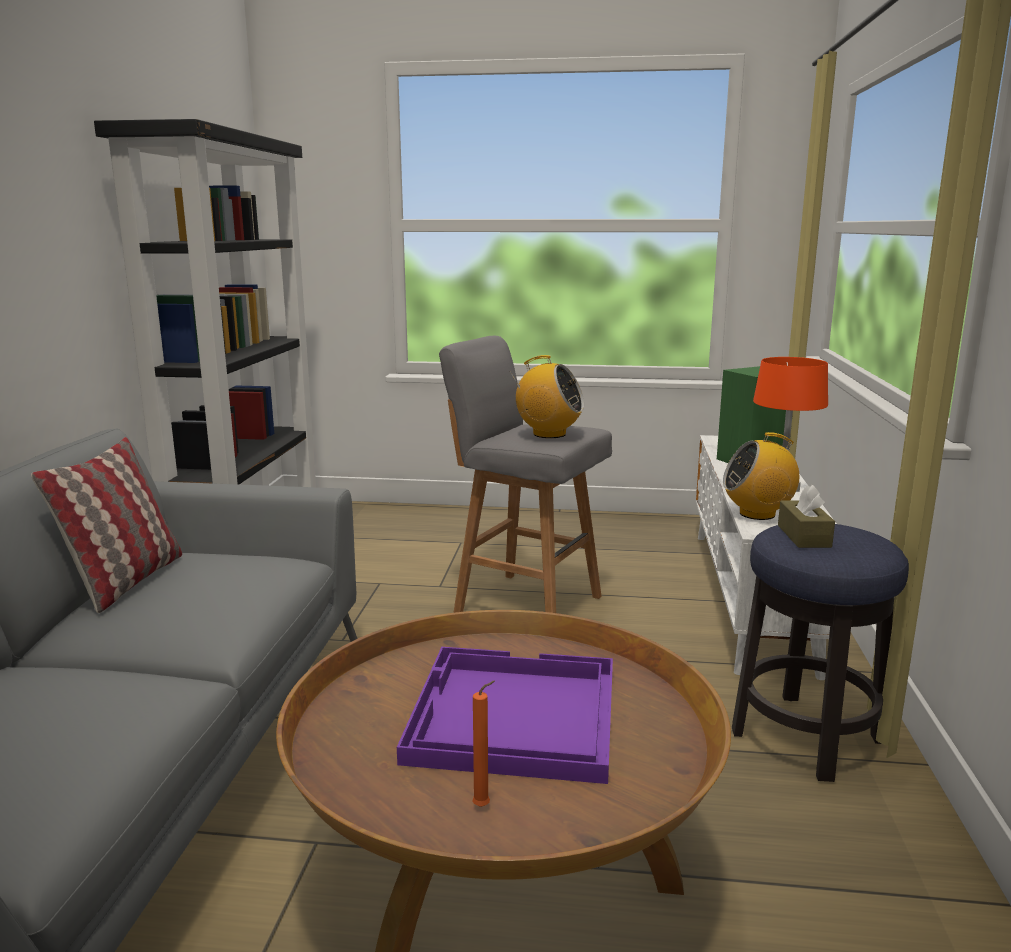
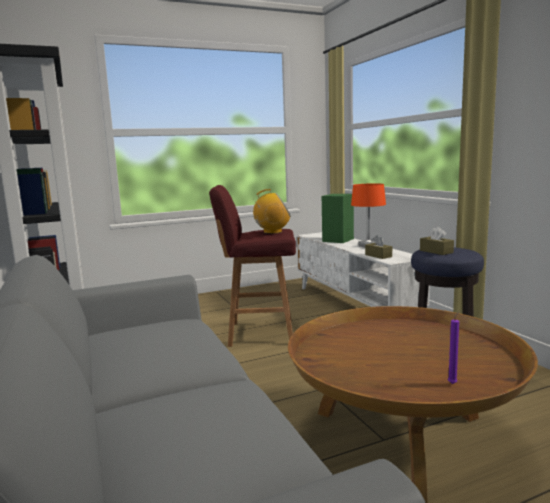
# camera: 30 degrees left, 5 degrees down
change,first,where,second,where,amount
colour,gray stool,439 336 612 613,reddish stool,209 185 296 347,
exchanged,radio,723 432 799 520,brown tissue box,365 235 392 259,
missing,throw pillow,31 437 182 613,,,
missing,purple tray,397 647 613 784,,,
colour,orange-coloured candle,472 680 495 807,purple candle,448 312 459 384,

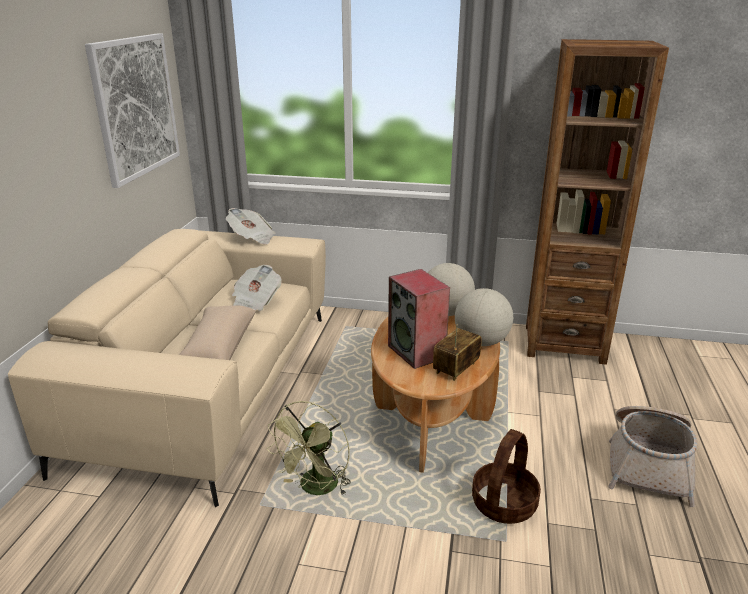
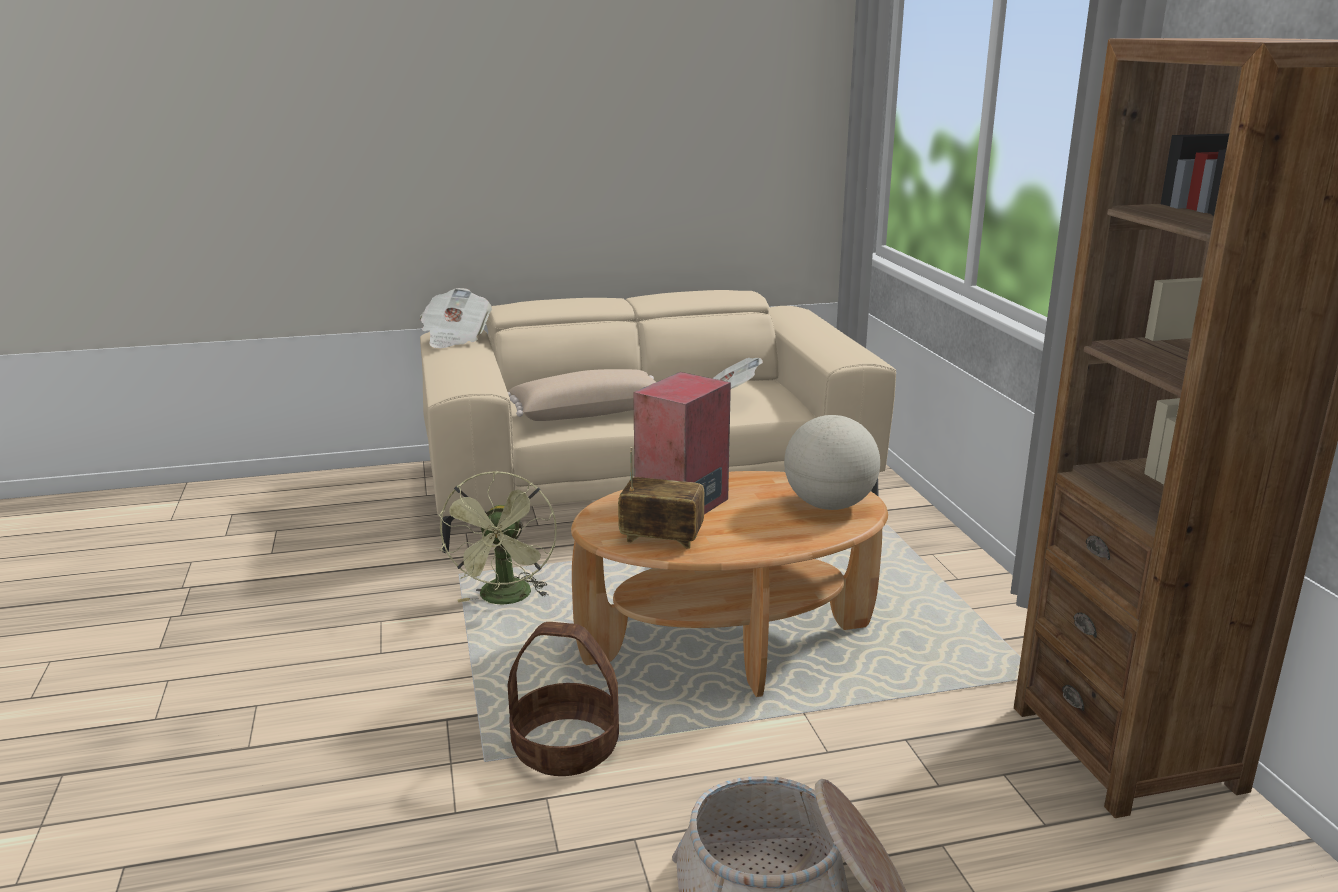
# camera: 65 degrees right, 5 degrees down
change,first,where,second,where,amount
missing,wall art,85 33 180 188,,,
relocated,daily paper,226 208 276 245,,420 288 492 348,
missing,globe,455 288 513 346,,,
spun,greenish fan,267 401 351 496,,438 471 557 604,90 degrees counterclockwise

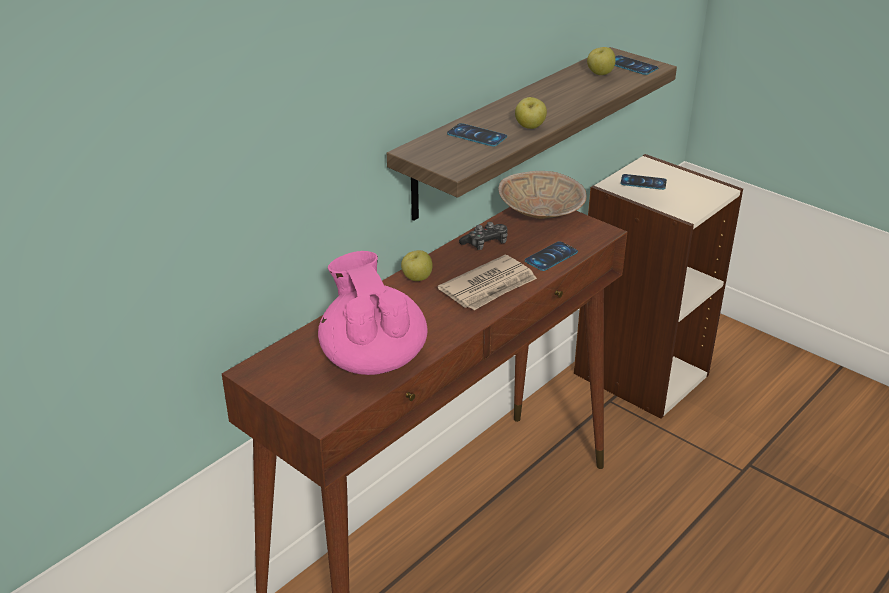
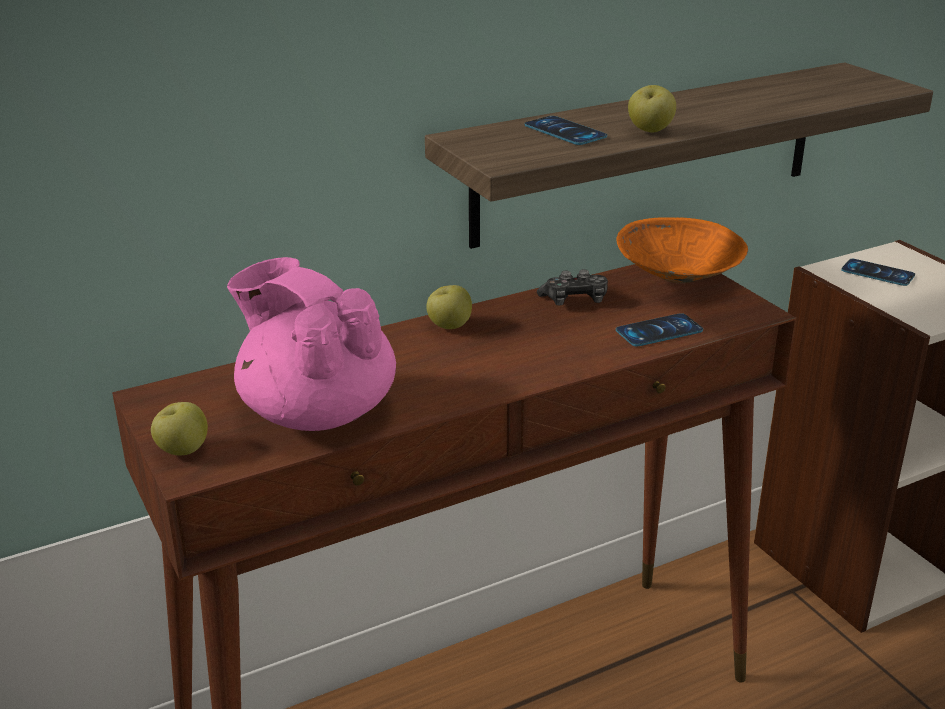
# camera: 20 degrees right, 5 degrees down
change,first,where,second,where,amount
relocated,apple,587 47 616 75,,151 402 208 455,
missing,phone,615 55 658 75,,,
colour,beige serving bowl,498 171 587 219,orange-coloured serving bowl,616 217 748 283,
spun,pink-coloured tea pot,318 251 428 375,,227 257 396 431,45 degrees counterclockwise
missing,daily paper,438 255 537 310,,,

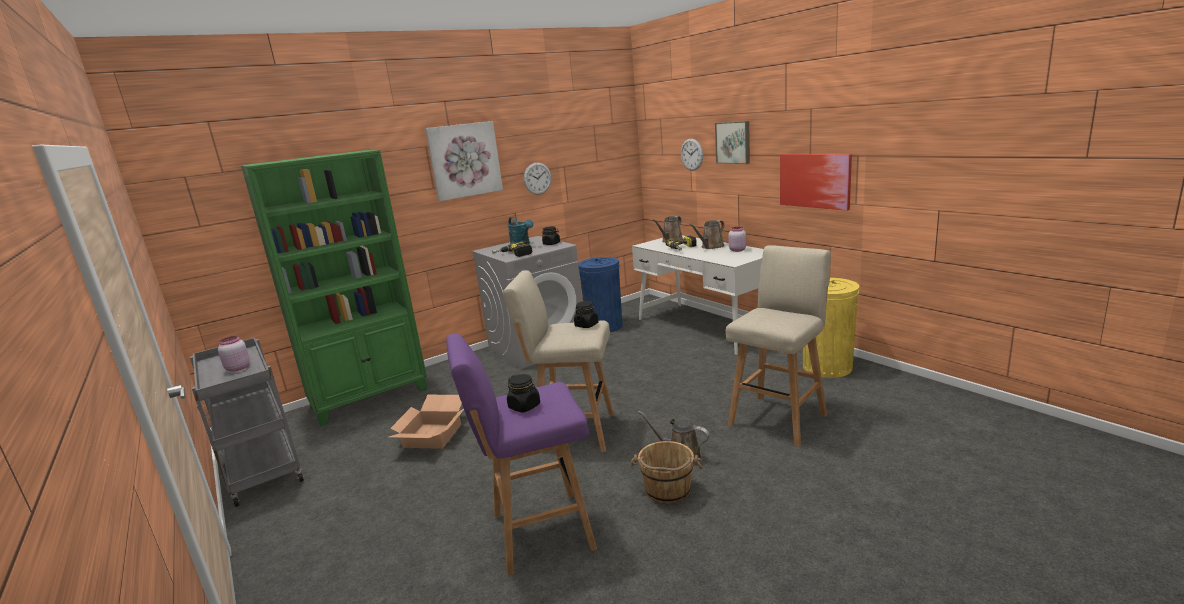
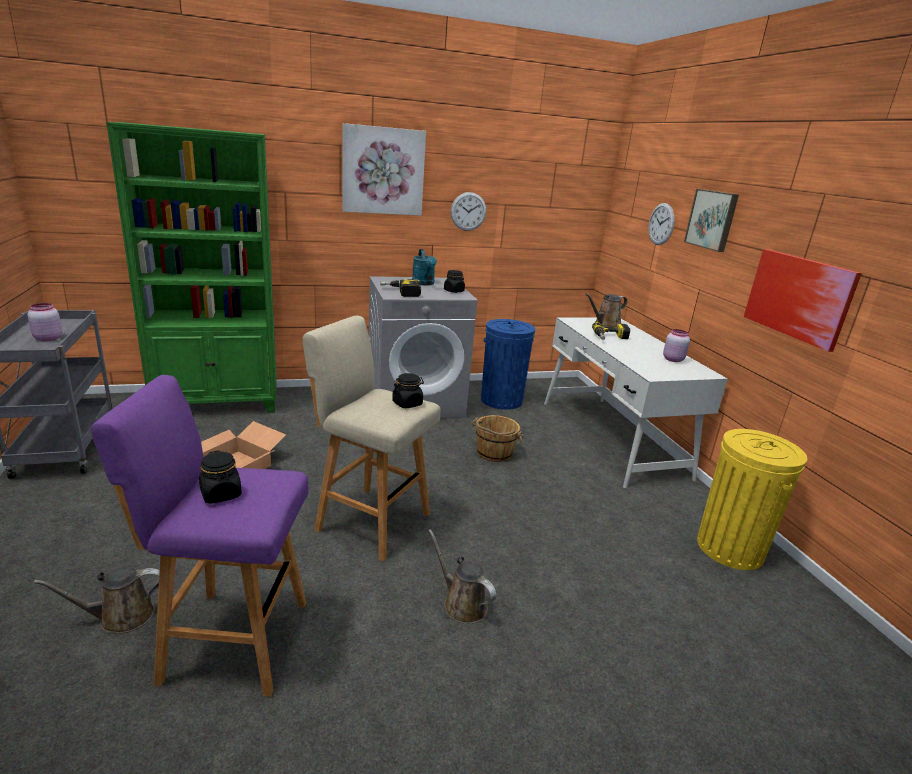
# camera: 15 degrees right, 5 degrees up
change,first,where,second,where,amount
relocated,brown watering can,689 220 725 249,,34 567 160 633,
missing,beige stool,726 245 831 447,,,
relocated,brown bucket,630 441 703 504,,472 415 524 462,

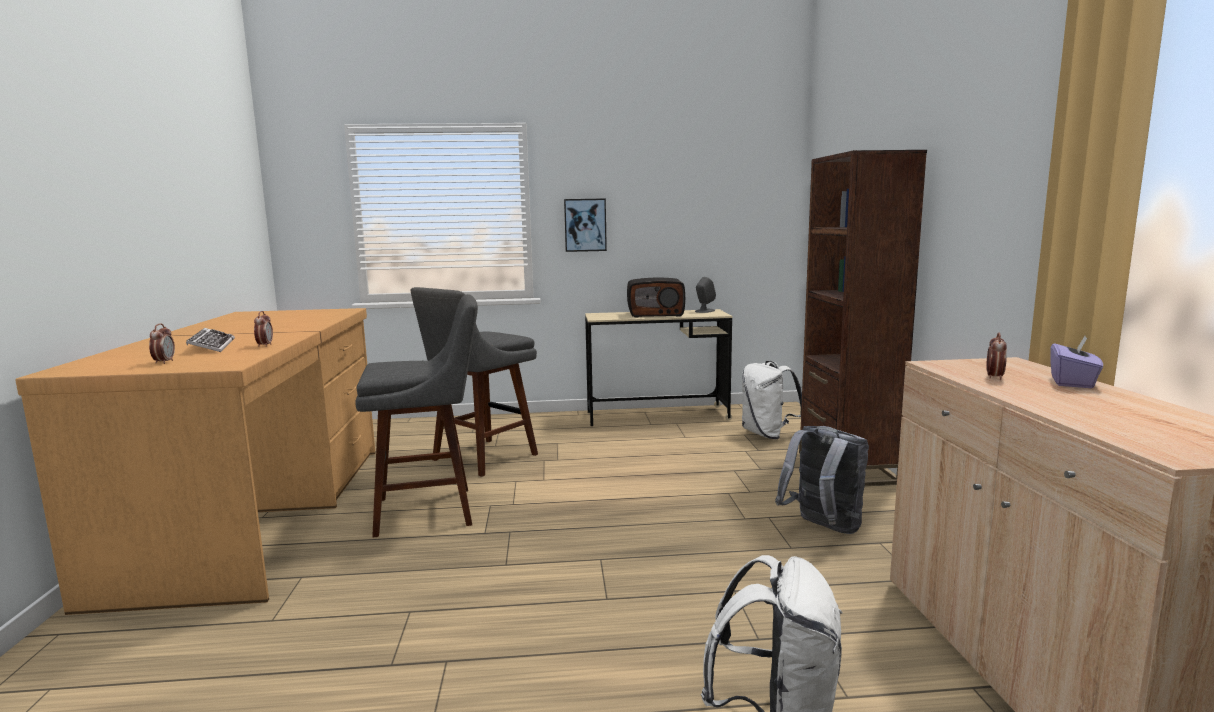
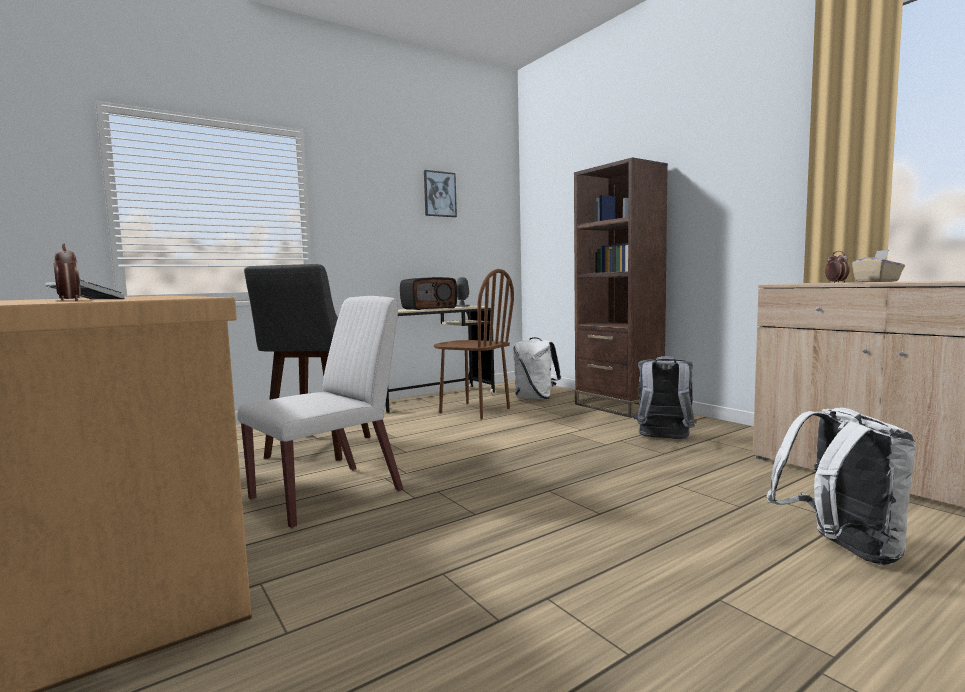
# camera: 30 degrees left, 5 degrees down
change,first,where,second,where,amount
relocated,wall art,564 198 607 252,,424 170 457 217,
exchanged,gray stool,355 294 478 538,white-coloured chair,237 296 403 529,
missing,table clock,254 311 273 347,,,
colour,purple tissue box,1050 334 1103 388,beige tissue box,852 250 905 282,
appeared,,,brown chair,434 269 514 420,

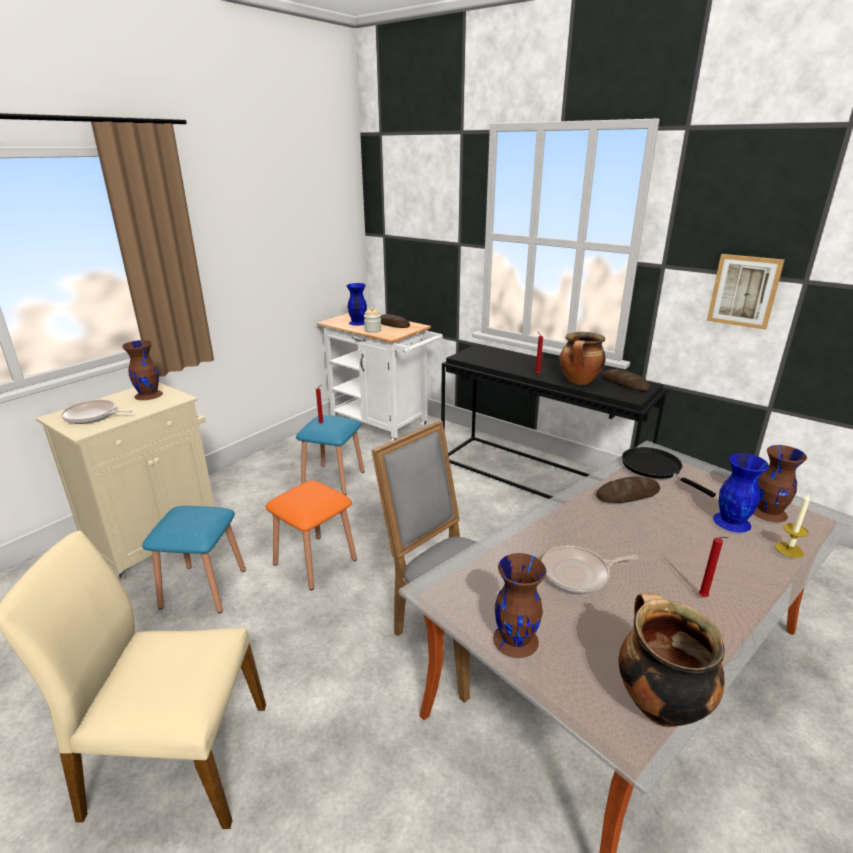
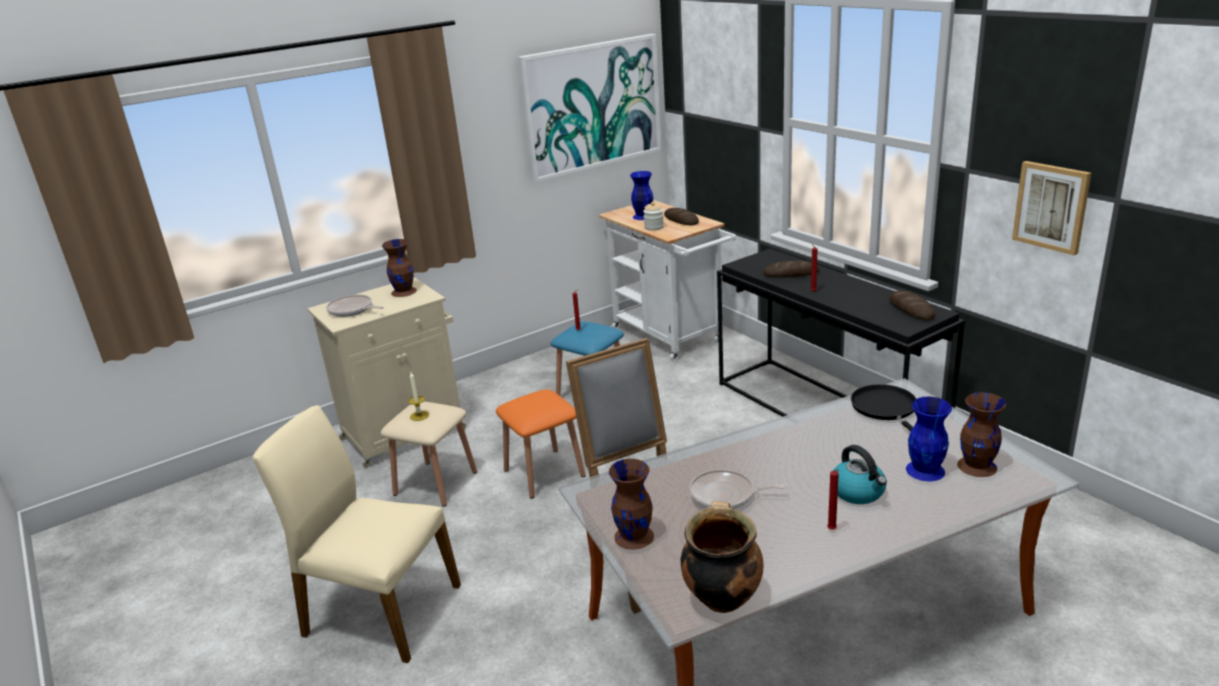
# camera: 20 degrees right, 0 degrees up
change,first,where,second,where,amount
missing,saucepot,559 332 605 385,,,
relocated,bakery bread,596 477 660 503,,763 260 820 278,
relocated,candle,775 493 810 558,,408 372 429 421,
colour,blue-coloured stool,142 506 246 613,beige stool,381 402 477 507,
appeared,,,wall art,517 34 662 182,
appeared,,,water kettle,833 445 887 504,

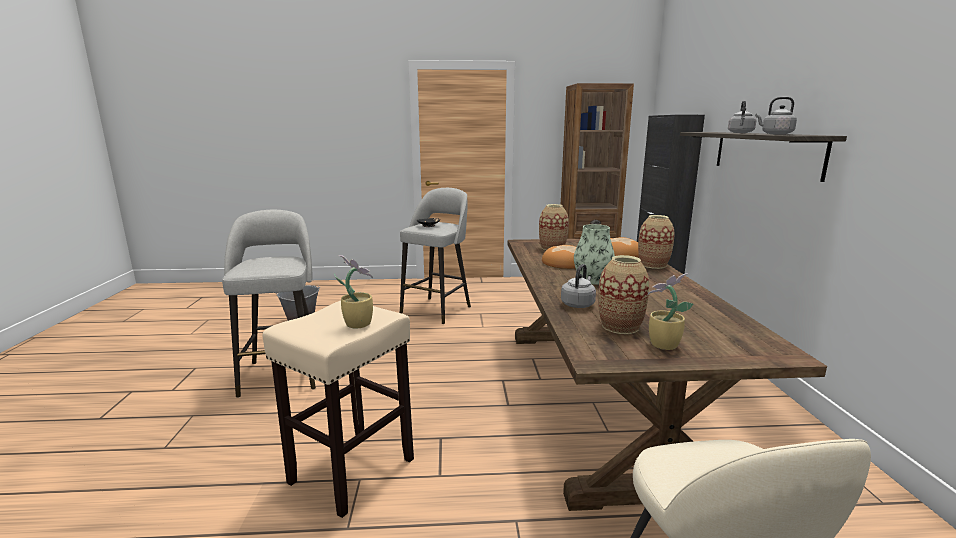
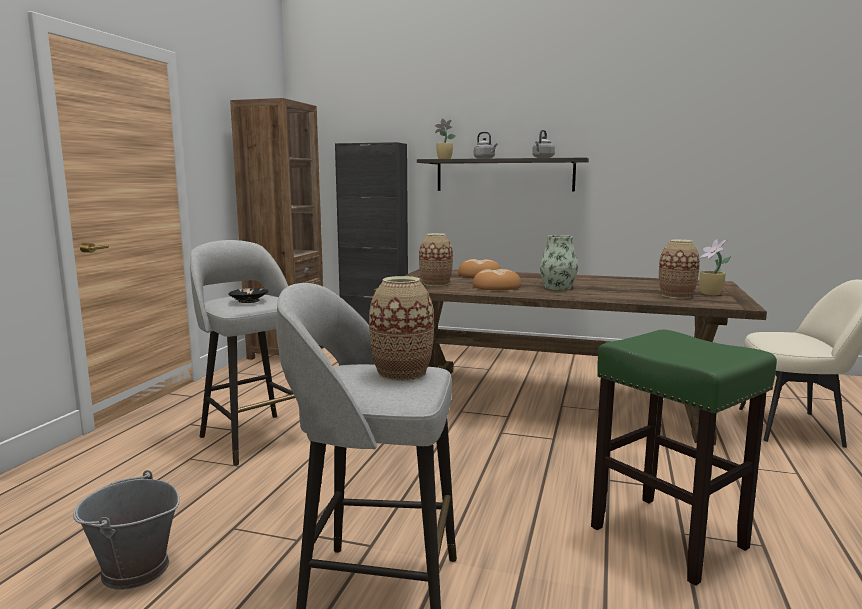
# camera: 70 degrees left, 5 degrees down
change,first,where,second,where,amount
relocated,decorative vase,638 215 675 269,,369 276 434 381,
relocated,houseplant,334 255 373 328,,434 118 456 159,
missing,gray water kettle,561 264 596 308,,,
colour,beige stool,263 300 414 518,greenish stool,591 330 777 586,

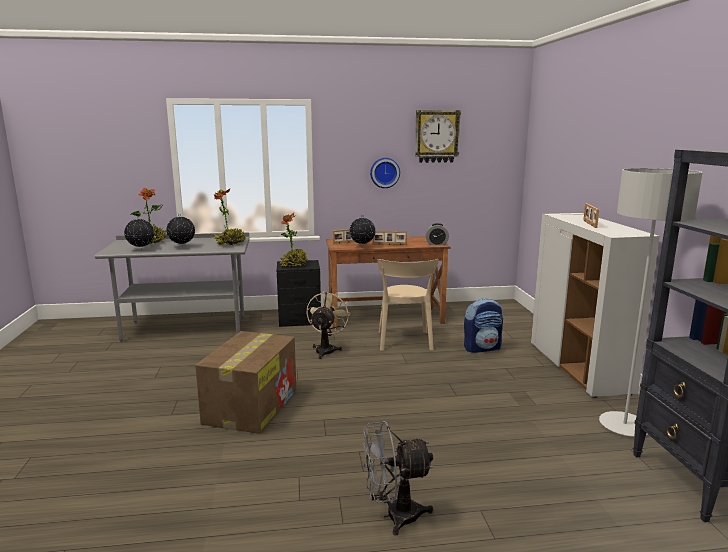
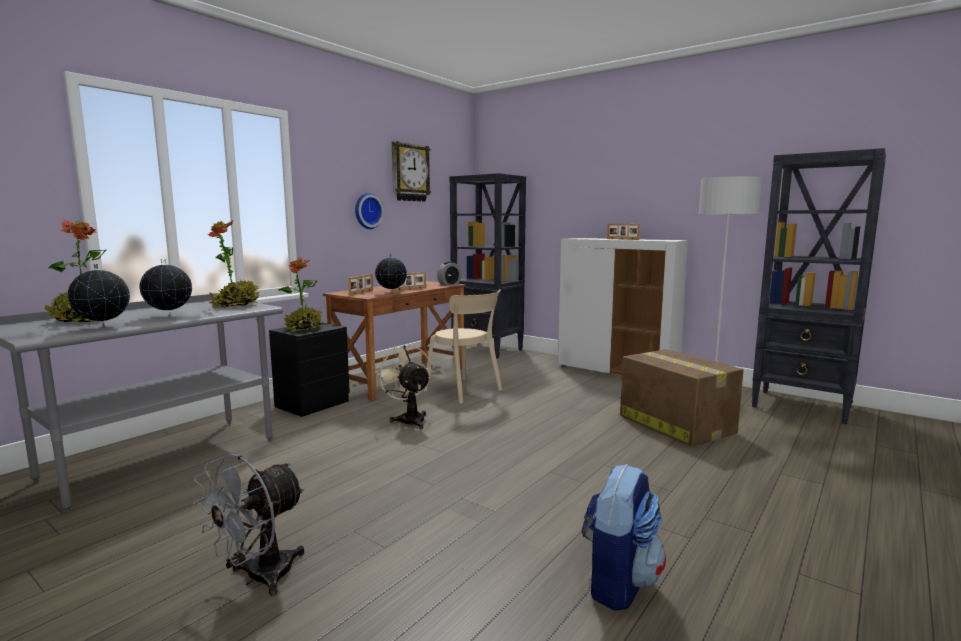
# camera: 45 degrees left, 5 degrees down
change,first,where,second,where,amount
relocated,knapsack,464 298 503 353,,582 464 666 611,
relocated,carton,195 331 297 434,,620 349 744 447,
relocated,gray fan,363 421 433 536,,193 454 305 596,
appeared,,,blackish bookcase,449 173 526 359,

